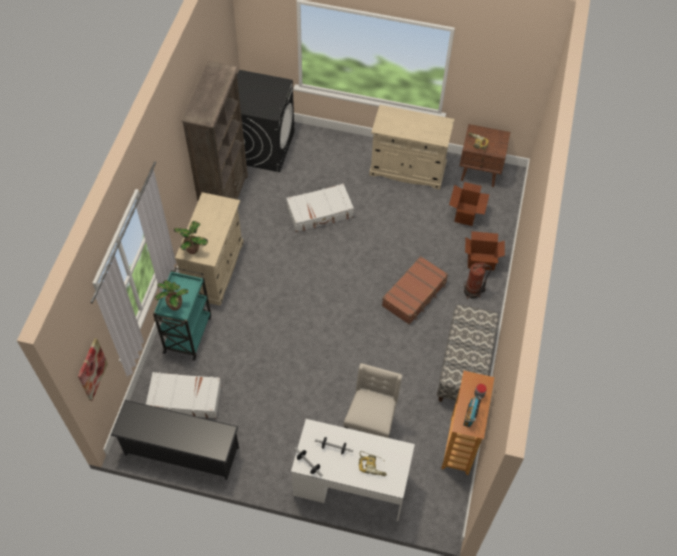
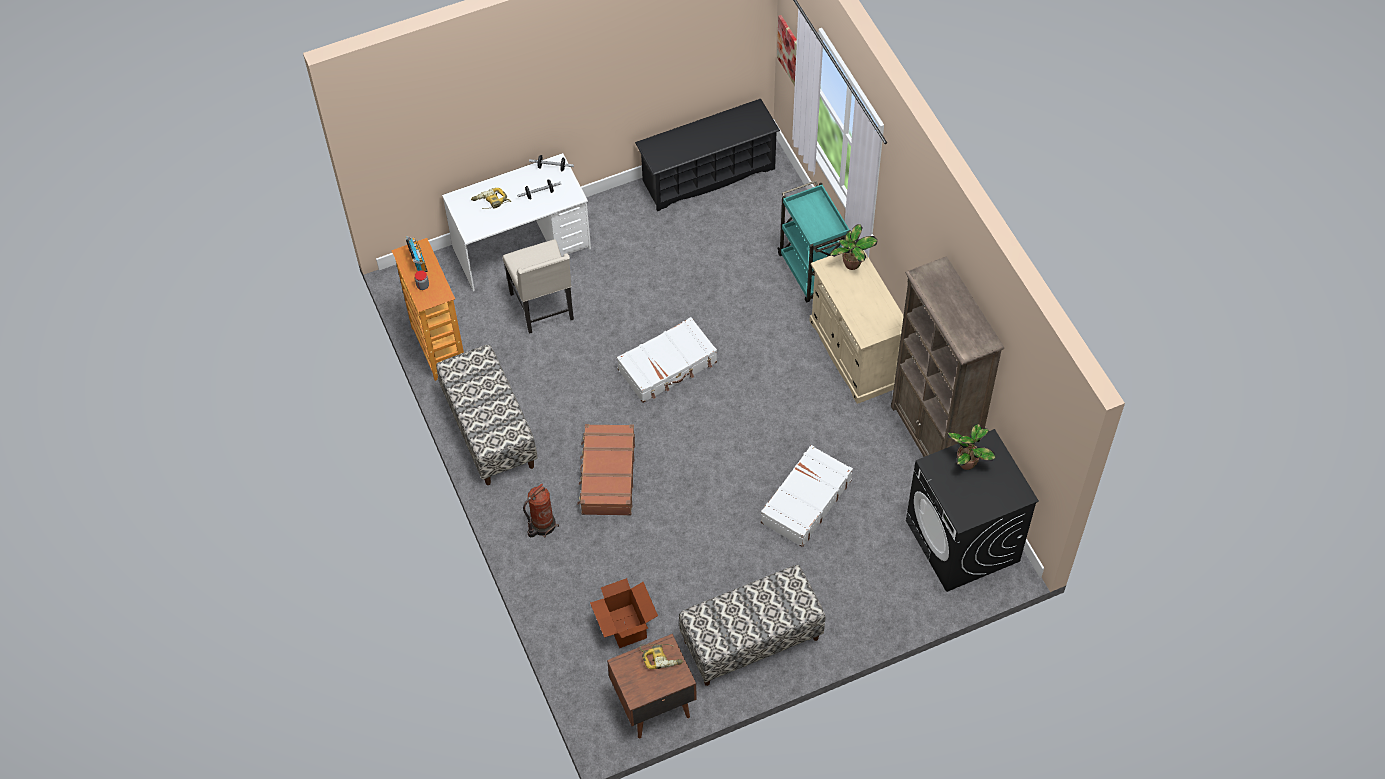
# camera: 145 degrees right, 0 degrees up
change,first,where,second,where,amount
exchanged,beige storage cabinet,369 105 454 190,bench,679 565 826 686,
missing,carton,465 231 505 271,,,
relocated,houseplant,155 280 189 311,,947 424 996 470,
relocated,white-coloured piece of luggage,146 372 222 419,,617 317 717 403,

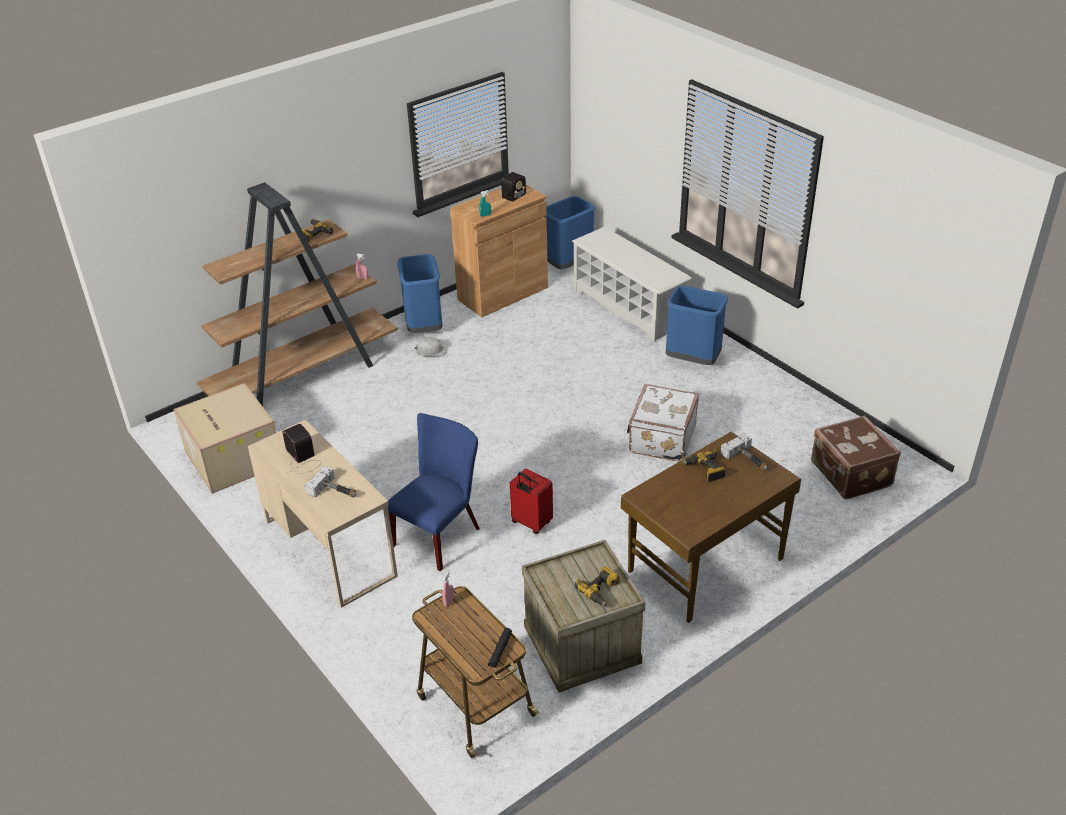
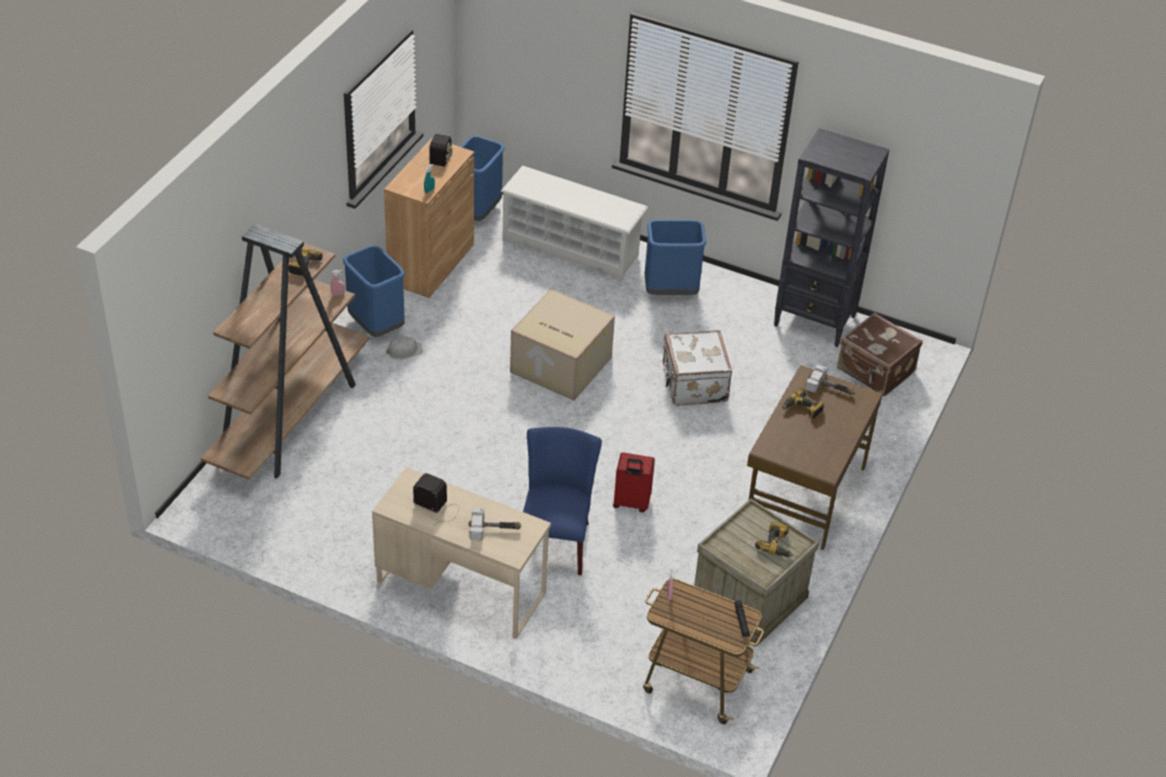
# camera: 30 degrees left, 5 degrees up
change,first,where,second,where,amount
relocated,carton,173 383 276 494,,510 289 615 400,
appeared,,,blackish bookcase,774 128 890 347,

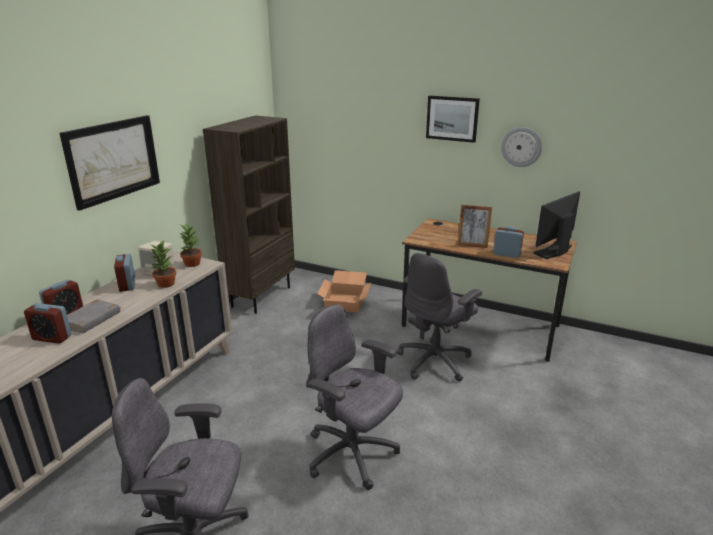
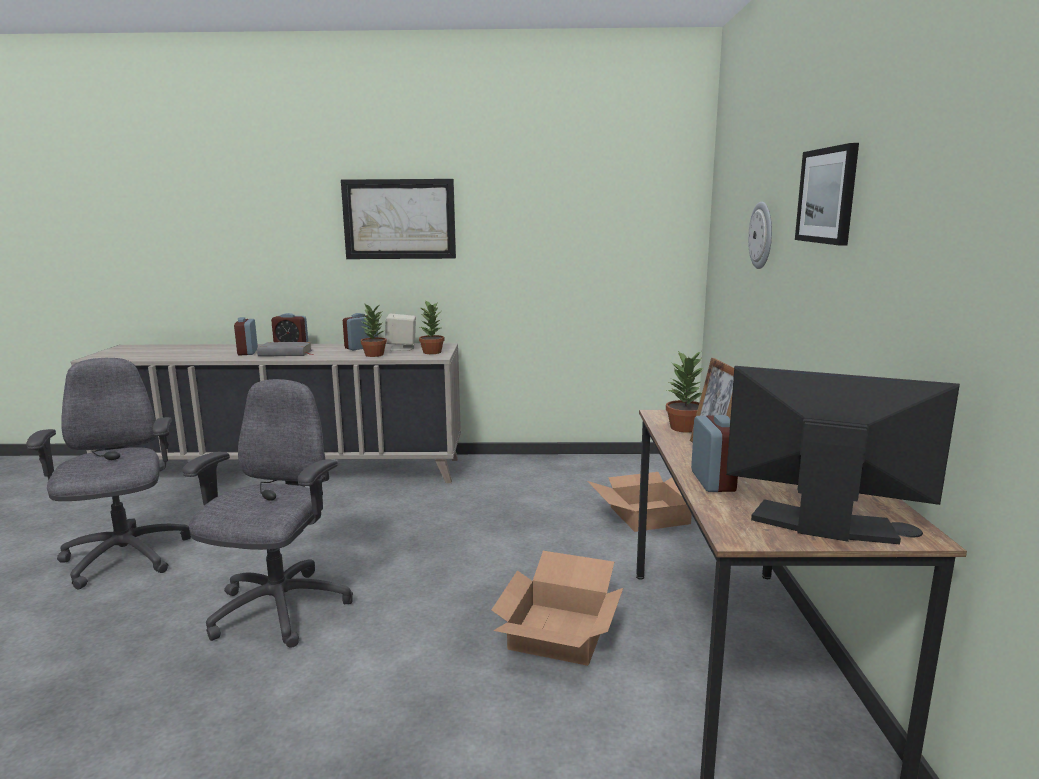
# camera: 65 degrees right, 10 degrees down
change,first,where,second,where,amount
missing,brown bookcase,203 115 295 314,,,
relocated,hanging clock,501 127 542 167,,748 202 772 269,
exchanged,gray desk chair,397 253 482 382,carton,492 551 623 666,
appeared,,,houseplant,666 351 704 433,

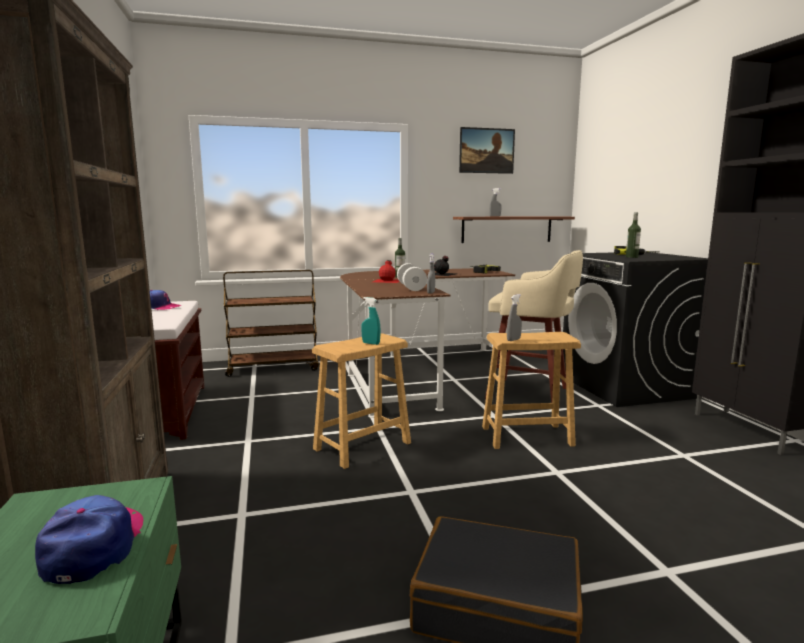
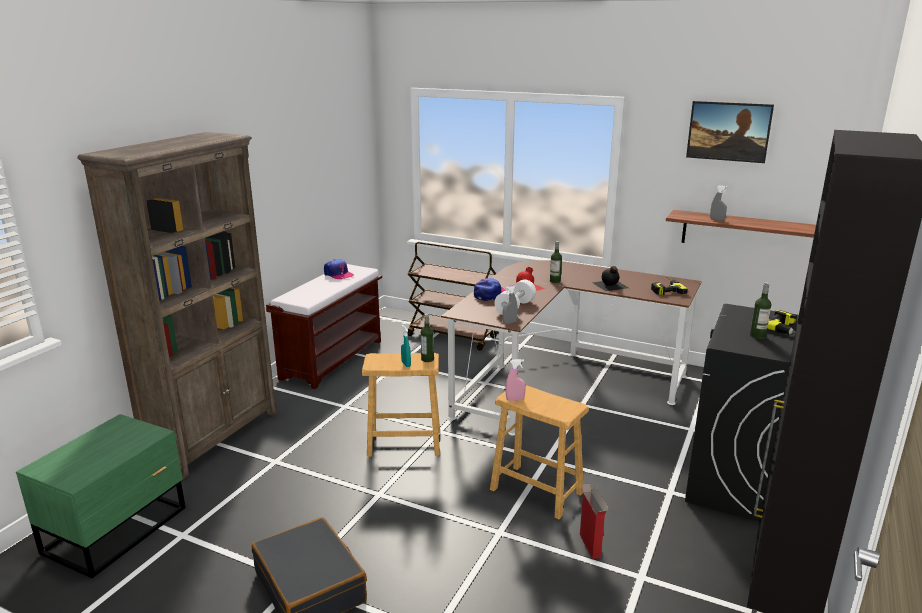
# camera: 40 degrees right, 10 degrees up
change,first,where,second,where,amount
missing,beige stool,485 250 583 403,,,
colour,gray sprayer,507 294 522 341,pink-coloured sprayer,506 359 526 401,
relocated,cap,35 495 143 584,,474 278 506 301,
appeared,,,beverage bottle,421 314 434 362,
appeared,,,carton,580 483 609 559,

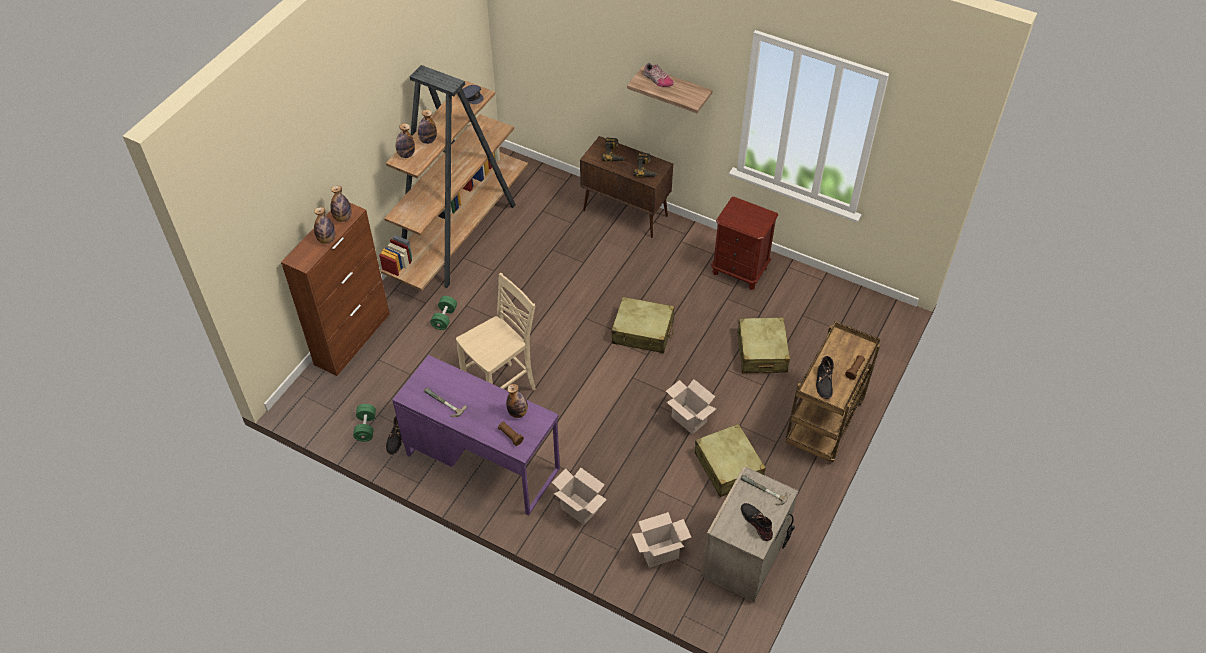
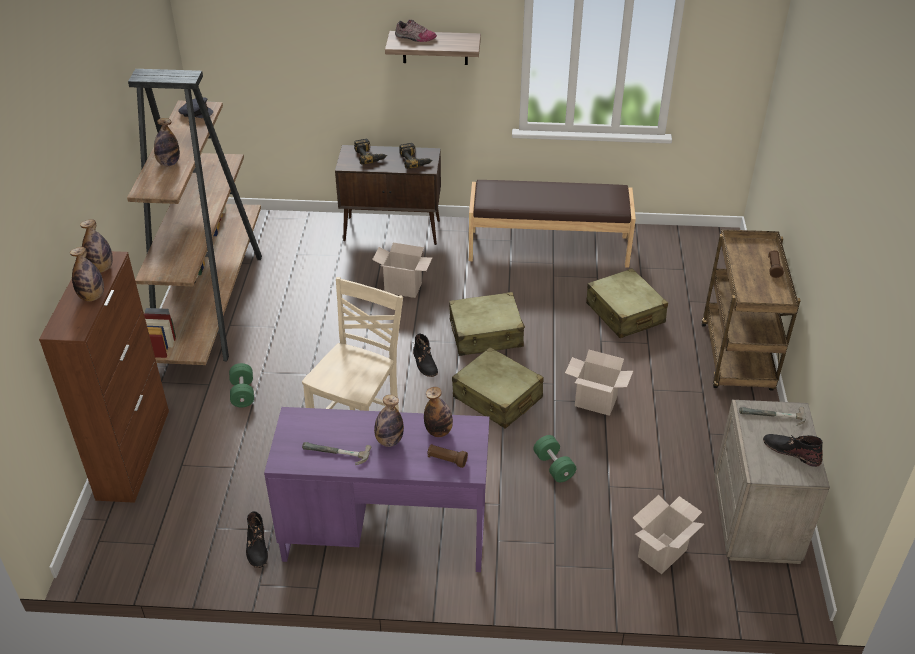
# camera: 25 degrees left, 10 degrees down
change,first,where,second,where,amount
relocated,beverage bottle,396 123 415 158,,374 395 404 447,
exchanged,brown nightstand,711 196 778 290,brown bench,469 180 636 268,
relocated,blackish high-top boot,816 356 834 399,,413 333 438 377,
relocated,greenish hand weight,353 404 376 442,,533 435 576 482,
relocated,beige piece of luggage,695 424 766 497,,452 347 544 429,
relocated,carton,552 468 607 525,,372 243 432 298,

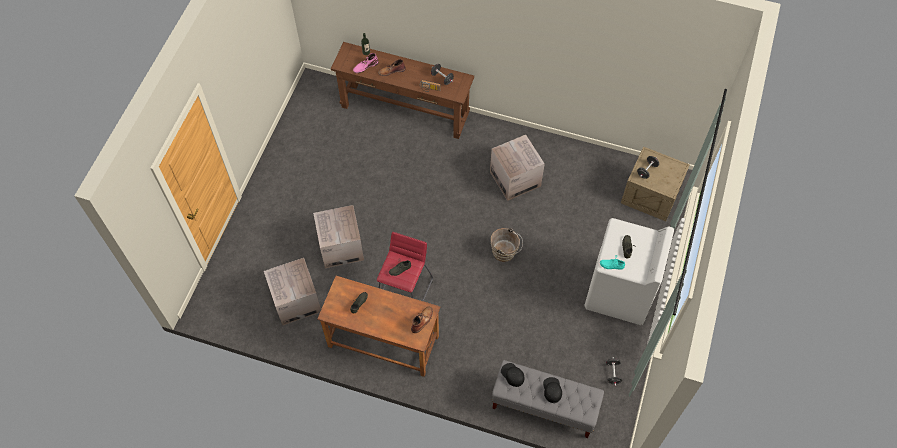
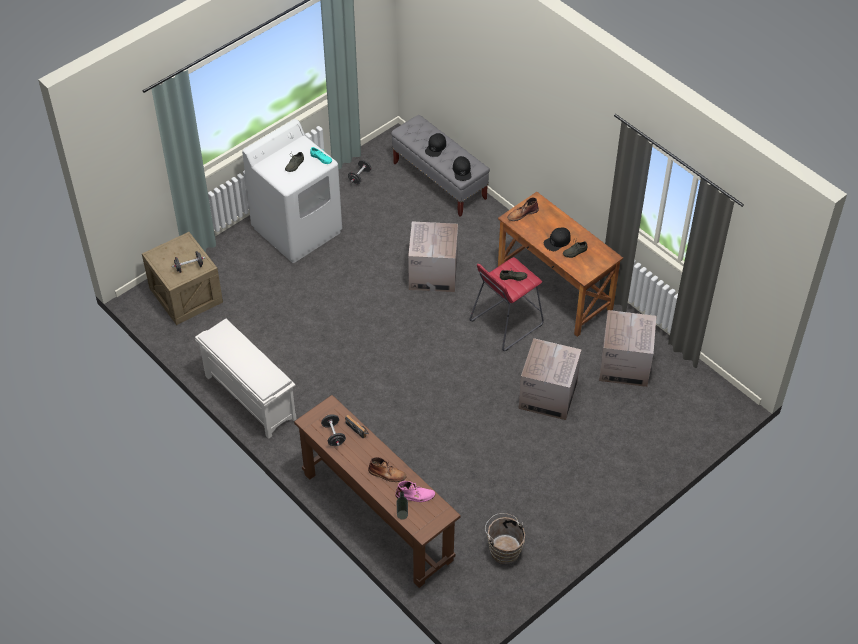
# camera: 150 degrees left, 10 degrees down
change,first,where,second,where,amount
relocated,carton,490 135 545 201,,408 221 458 292,
relocated,brown bucket,491 228 523 262,,485 513 525 564,
appeared,,,blackish cap,544 228 571 251,
appeared,,,white-coloured shoe shelf,195 319 296 439,

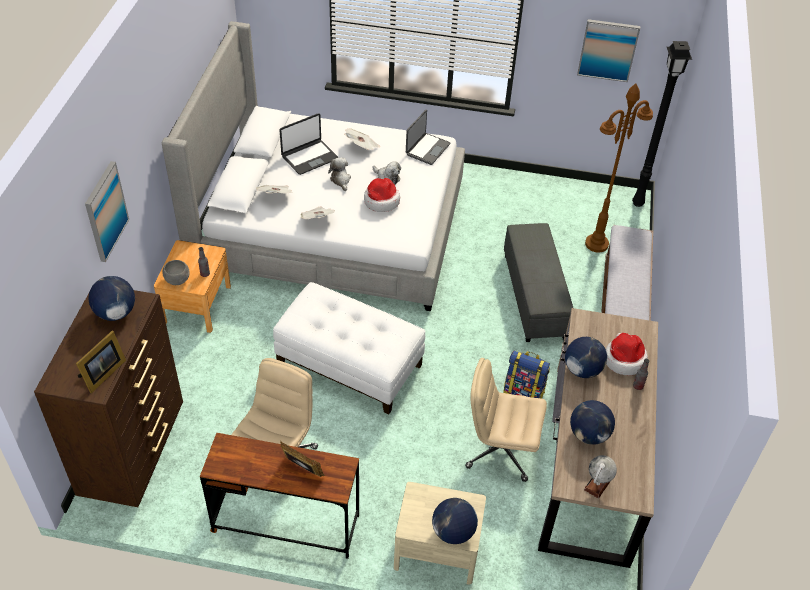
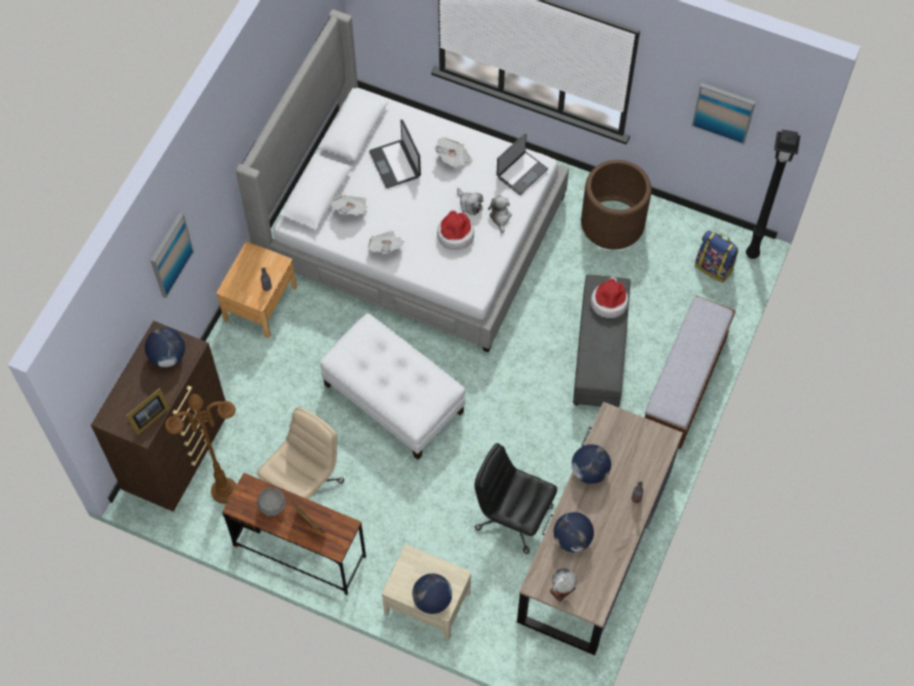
# camera: 15 degrees right, 15 degrees up
change,first,where,second,where,amount
relocated,brown standard lamp,585 84 653 252,,165 394 237 504,
spun,portable computer,280 113 338 175,,369 119 421 188,90 degrees clockwise
relocated,plush toy,328 157 351 191,,488 195 512 233,
relocated,gray serving bowl,162 260 190 285,,257 488 286 516,
relocated,hat,606 333 648 375,,591 277 628 318,
relocated,knapsack,503 351 550 399,,695 230 739 283,
colour,beige desk chair,465 358 547 482,blackish desk chair,475 443 557 554,
appeared,,,brown plant pot,581 160 651 250,

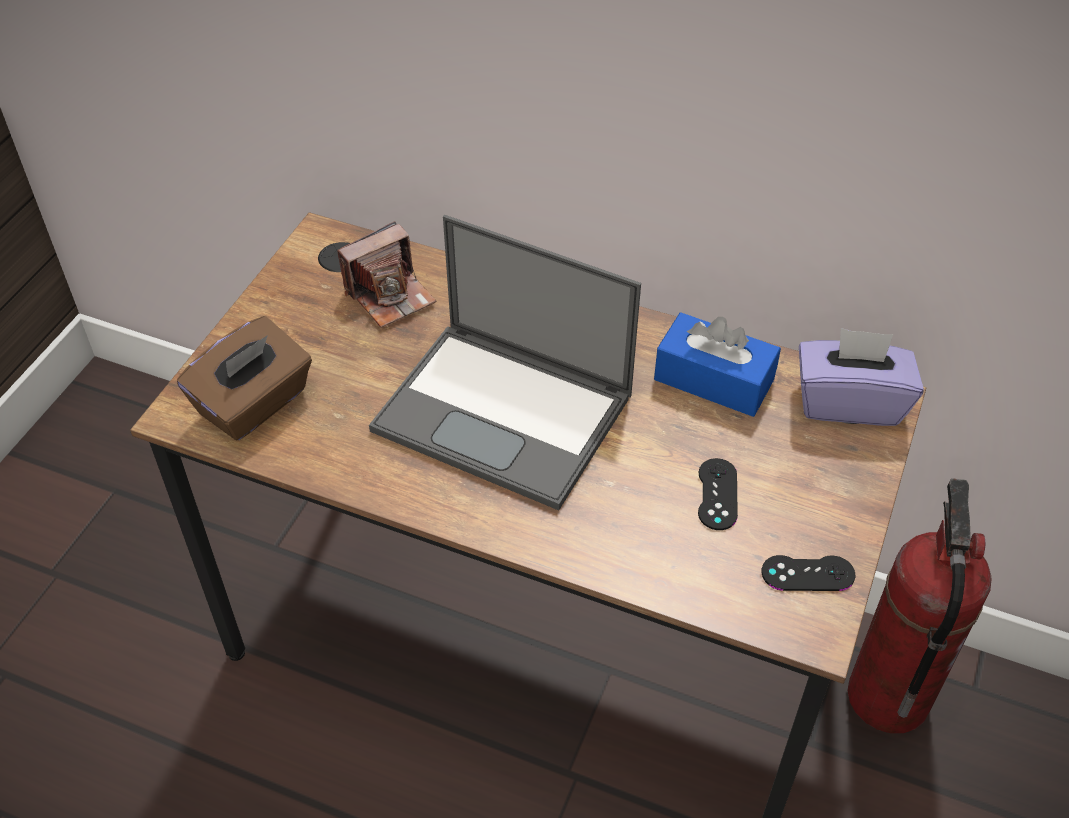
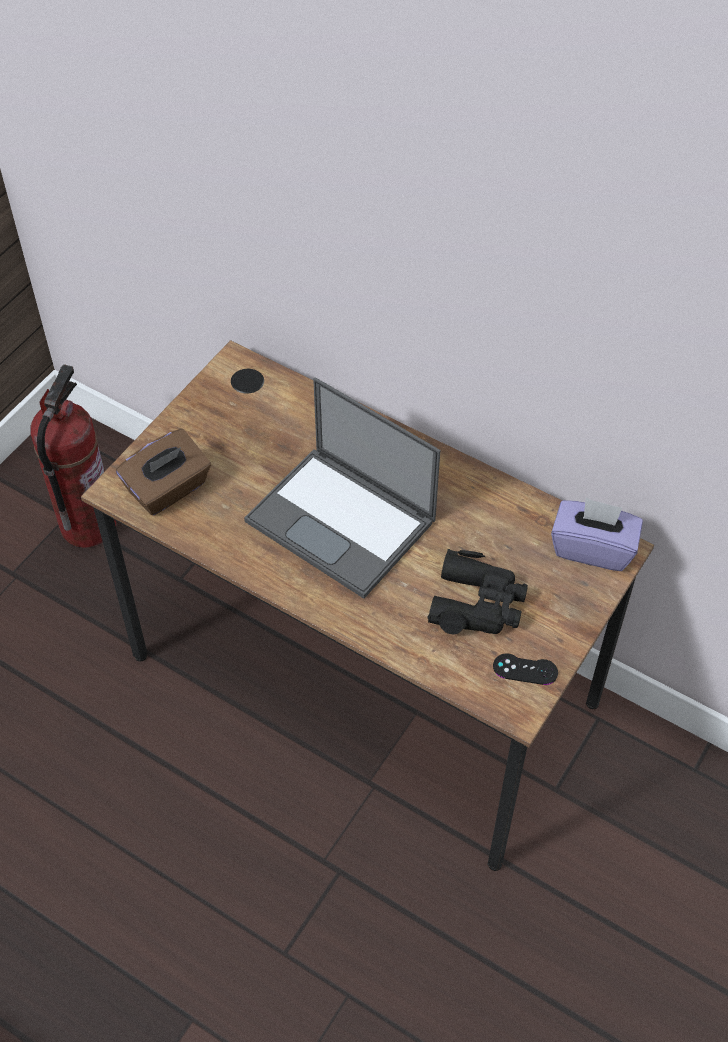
# camera: 10 degrees right, 5 degrees up
change,first,where,second,where,amount
missing,photo camera,337 221 436 328,,,
missing,blue-coloured tissue box,654 312 781 417,,,
exchanged,blackish joypad,698 458 738 530,blackish field glasses,427 549 528 635,
relocated,fire-fighting cylinder,847 478 992 733,,30 364 116 548,

